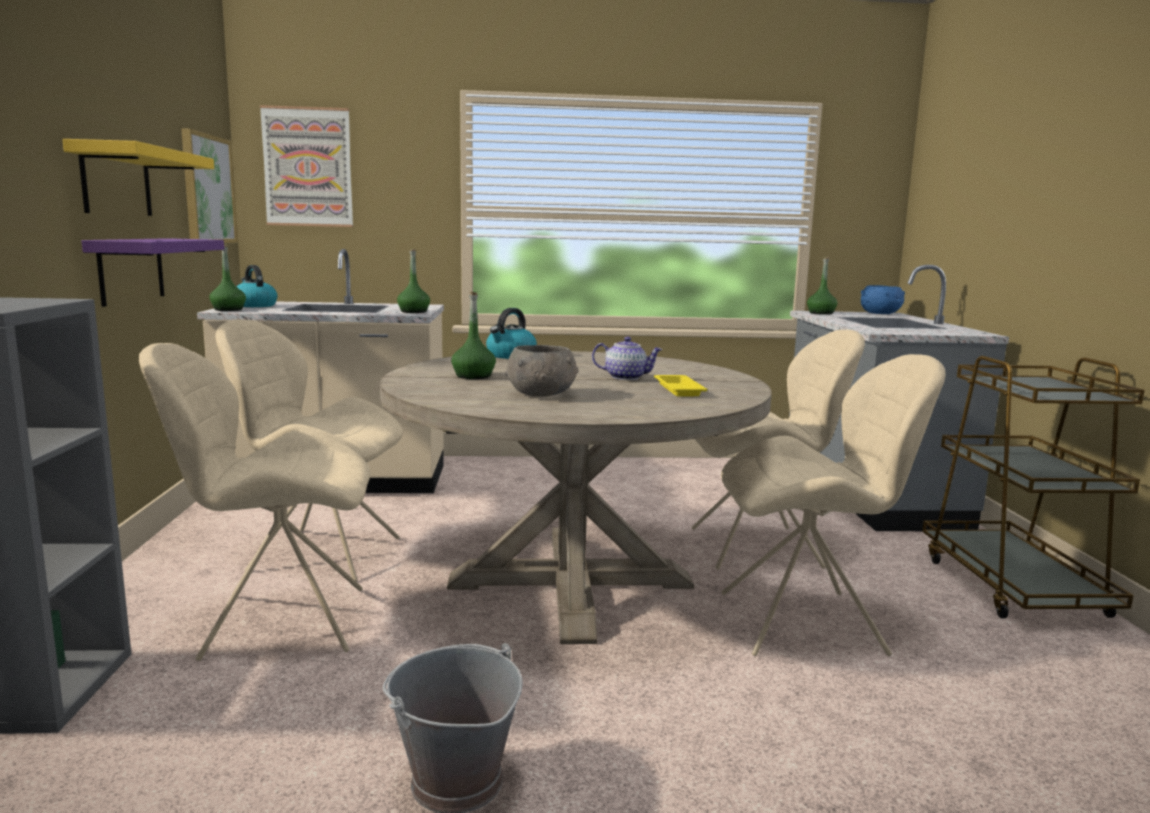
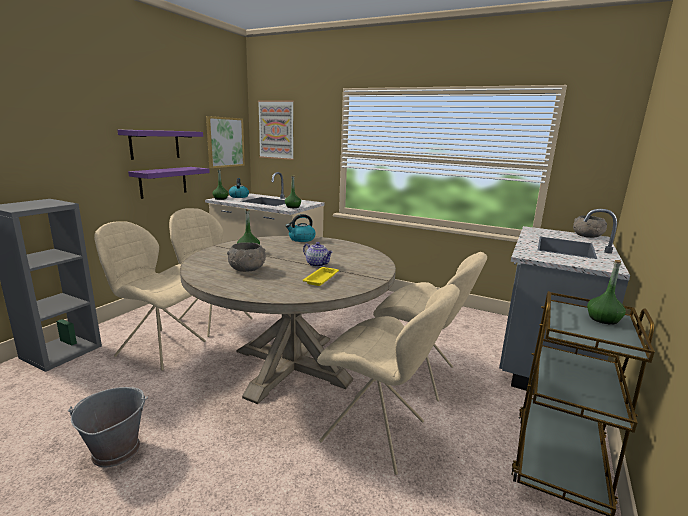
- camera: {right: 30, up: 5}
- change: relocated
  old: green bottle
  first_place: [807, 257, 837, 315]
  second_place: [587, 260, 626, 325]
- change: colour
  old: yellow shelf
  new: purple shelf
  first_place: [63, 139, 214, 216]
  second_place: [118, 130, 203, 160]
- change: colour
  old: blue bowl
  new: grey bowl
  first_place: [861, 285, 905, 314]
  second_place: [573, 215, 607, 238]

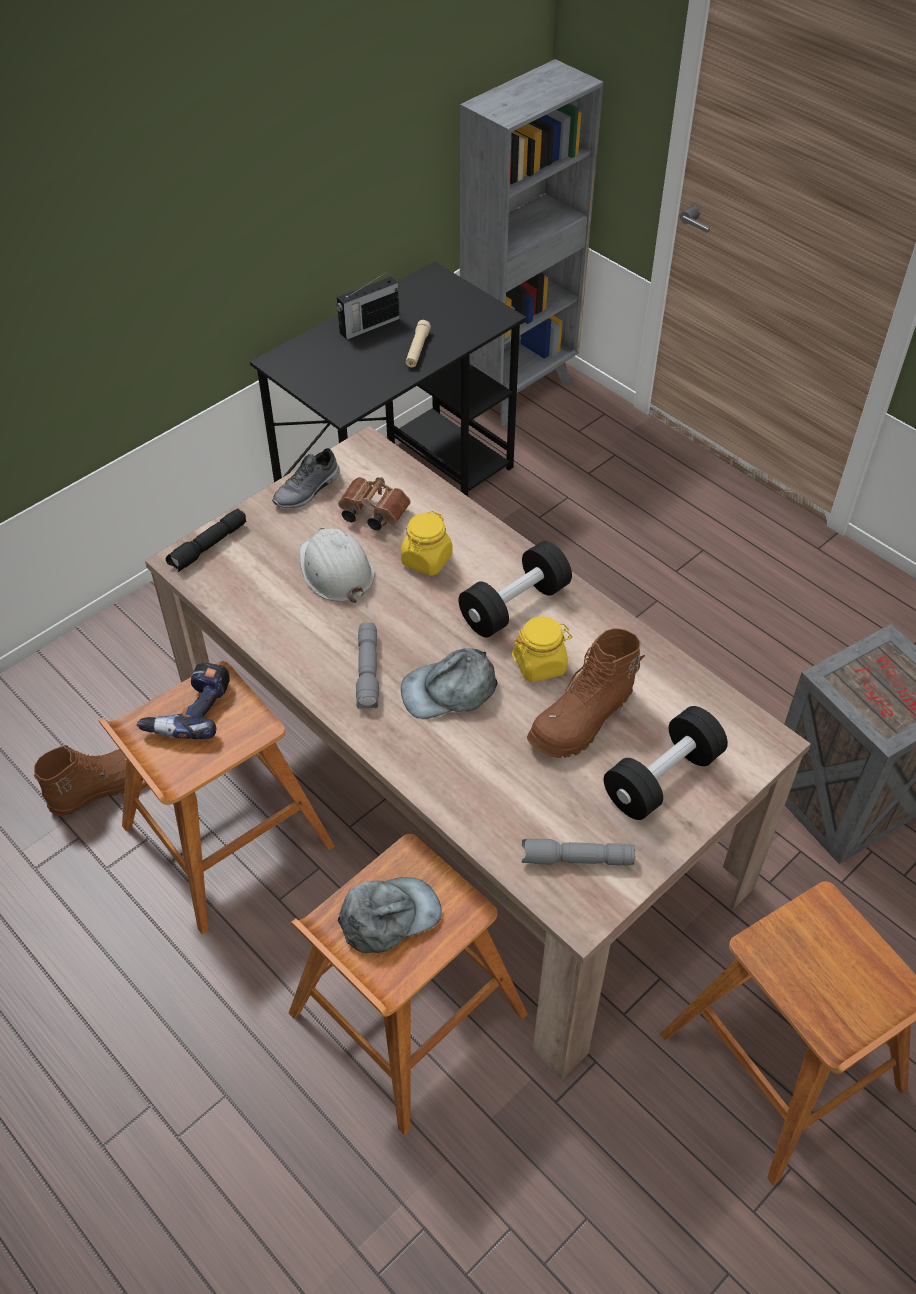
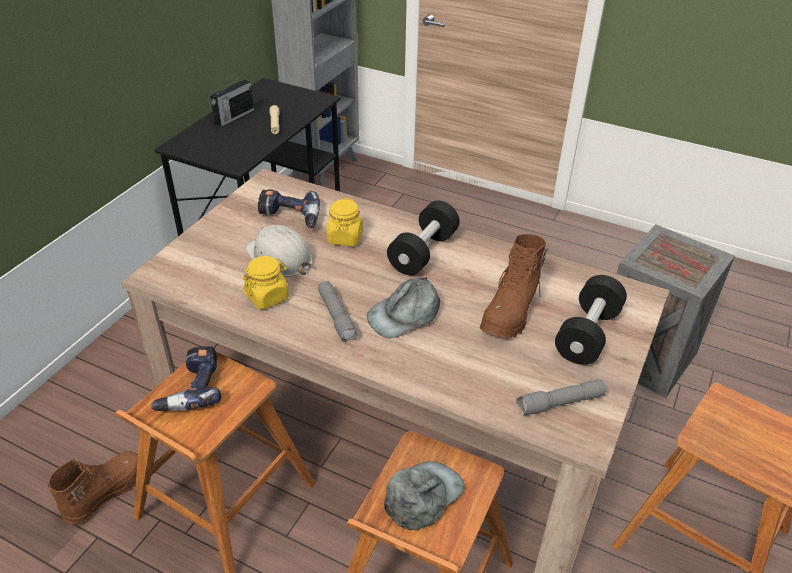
- camera: {right: -20, up: -10}
- change: missing
  old: black flashlight
  first_place: [166, 508, 247, 572]
- change: missing
  old: grey shoe
  first_place: [272, 448, 340, 508]
- change: relocated
  old: yellow jar
  first_place: [512, 616, 572, 682]
  second_place: [243, 256, 289, 309]
- change: exchanged
  old: brown binoculars
  new: power drill
  first_place: [338, 477, 411, 530]
  second_place: [258, 189, 320, 228]

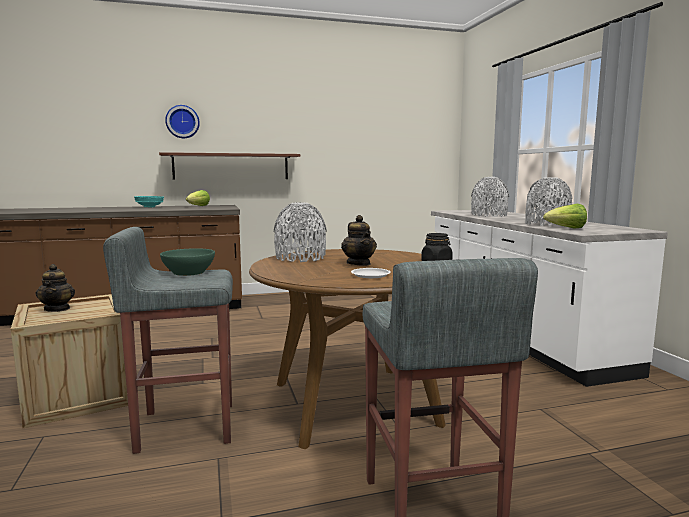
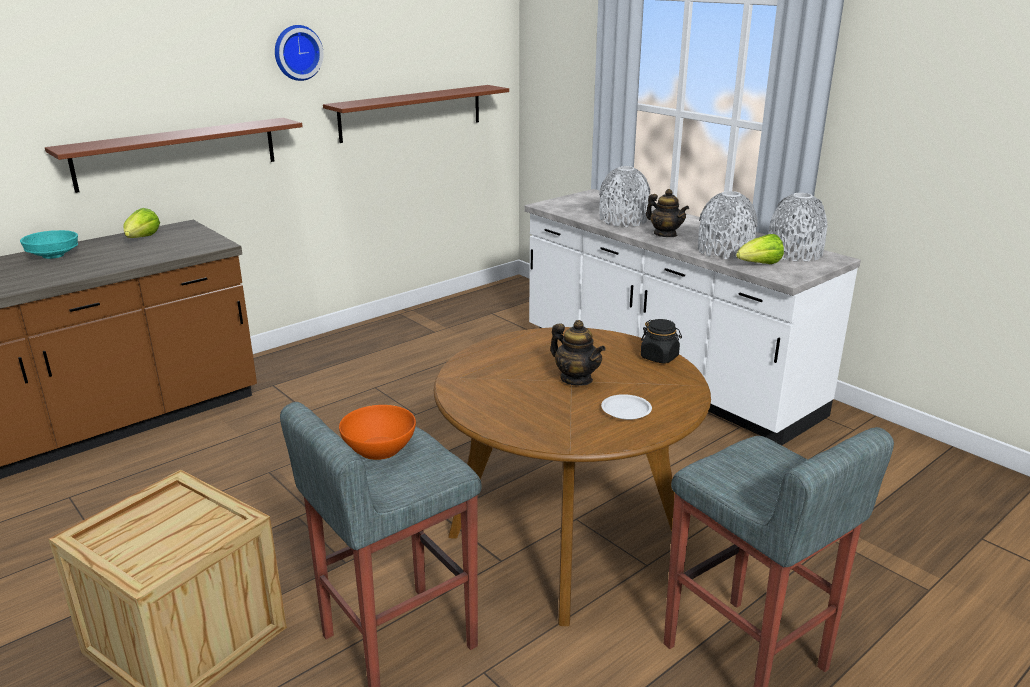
- camera: {right: -25, up: 15}
- change: appeared
  new: brown shelf
  second_place: [323, 85, 509, 143]
- change: relocated
  old: teapot
  first_place: [36, 264, 75, 312]
  second_place: [646, 189, 689, 237]
- change: relocated
  old: wall clock
  first_place: [165, 105, 200, 138]
  second_place: [275, 25, 323, 81]
- change: relocated
  old: grey vase
  first_place: [274, 202, 327, 262]
  second_place: [768, 193, 827, 261]
- change: colour
  old: green bowl
  new: orange bowl
  first_place: [160, 248, 215, 276]
  second_place: [339, 405, 416, 460]

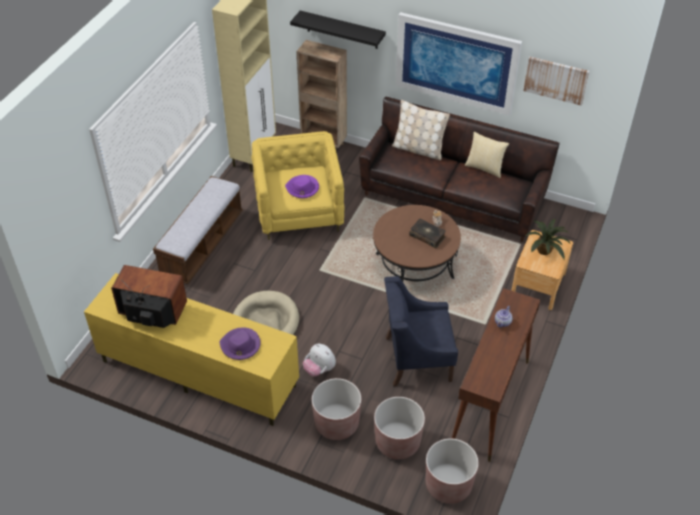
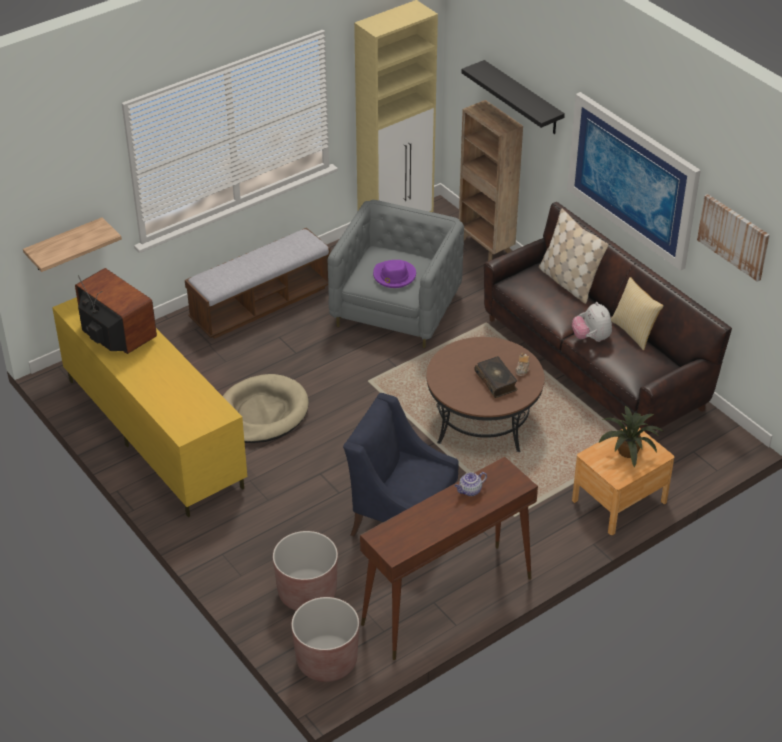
- camera: {right: 30, up: -5}
- change: missing
  old: purple hat
  first_place: [219, 327, 261, 360]
- change: missing
  old: brown planter
  first_place: [312, 378, 361, 440]
- change: appeared
  new: shelf
  second_place: [23, 217, 122, 272]
- change: relocated
  old: plush toy
  first_place: [303, 344, 336, 377]
  second_place: [572, 302, 612, 342]
- change: colour
  old: yellow armchair
  new: grey armchair
  first_place: [252, 131, 345, 240]
  second_place: [328, 200, 464, 348]

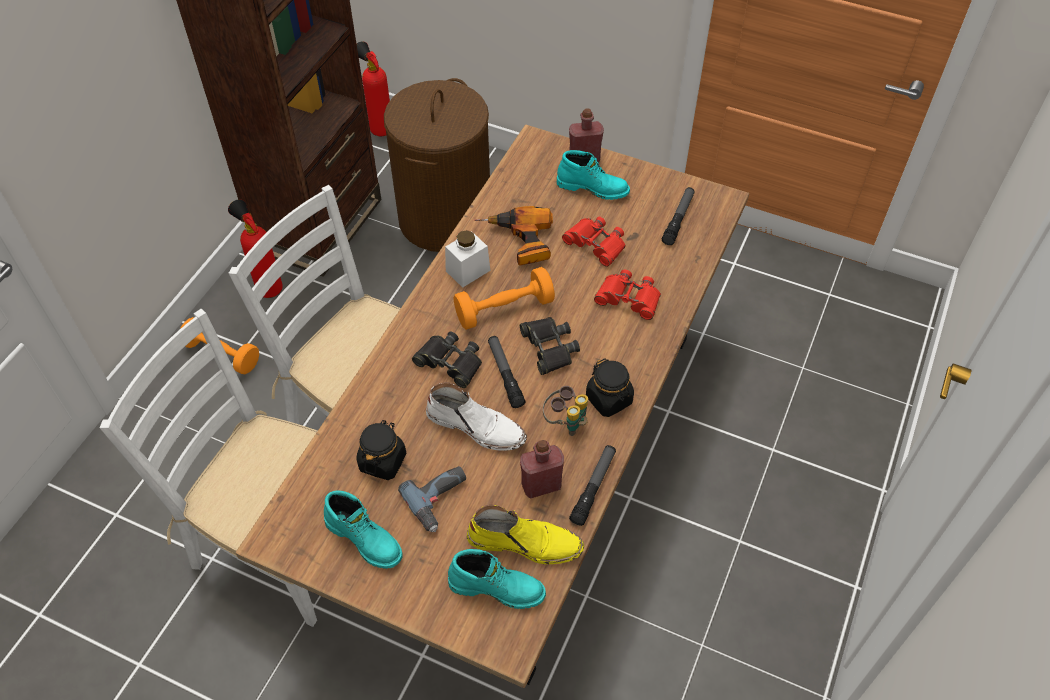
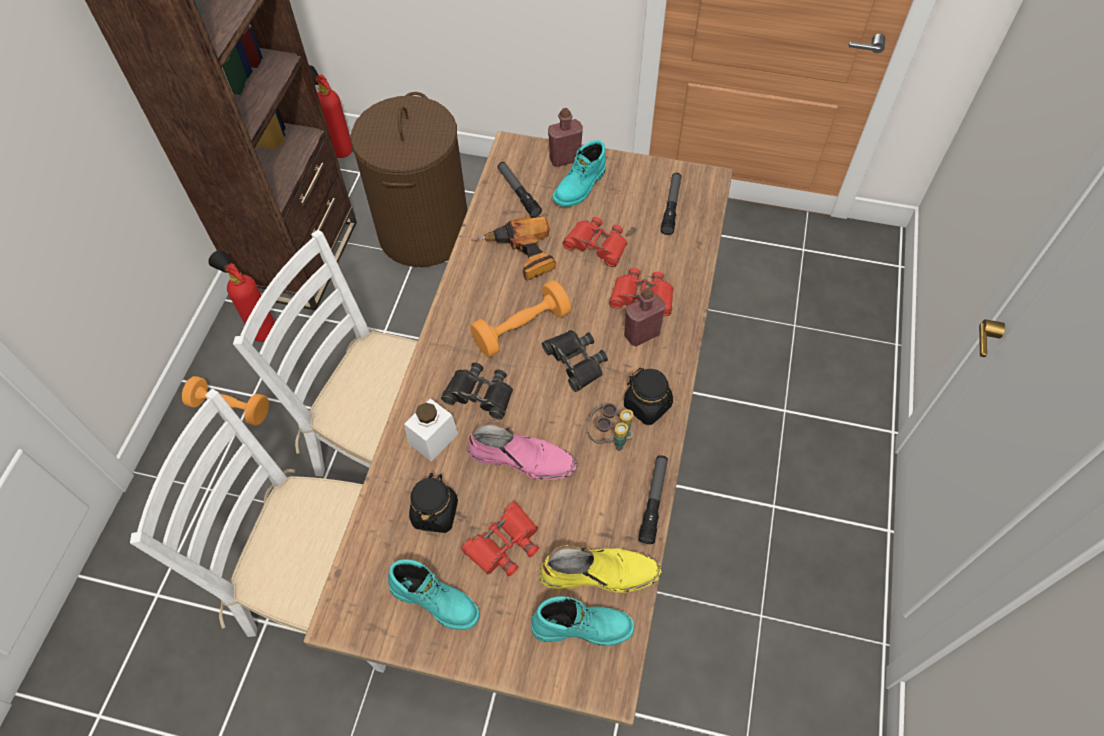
- camera: {right: -10, up: 5}
- change: relocated
  old: white jar
  first_place: [445, 230, 490, 288]
  second_place: [404, 398, 458, 461]
- change: relocated
  old: flashlight
  first_place: [488, 336, 526, 408]
  second_place: [498, 162, 542, 217]
- change: relocated
  old: red bottle
  first_place: [520, 440, 564, 499]
  second_place: [624, 288, 665, 346]
- change: exchanged
  old: power drill
  new: red binoculars
  first_place: [398, 466, 466, 532]
  second_place: [461, 501, 539, 577]
- change: colour
  old: white boot
  new: pink boot
  first_place: [426, 382, 527, 451]
  second_place: [467, 421, 577, 480]
- change: spun
  old: turquoise boot
  first_place: [557, 150, 630, 200]
  second_place: [553, 140, 606, 207]
  degrees: 120

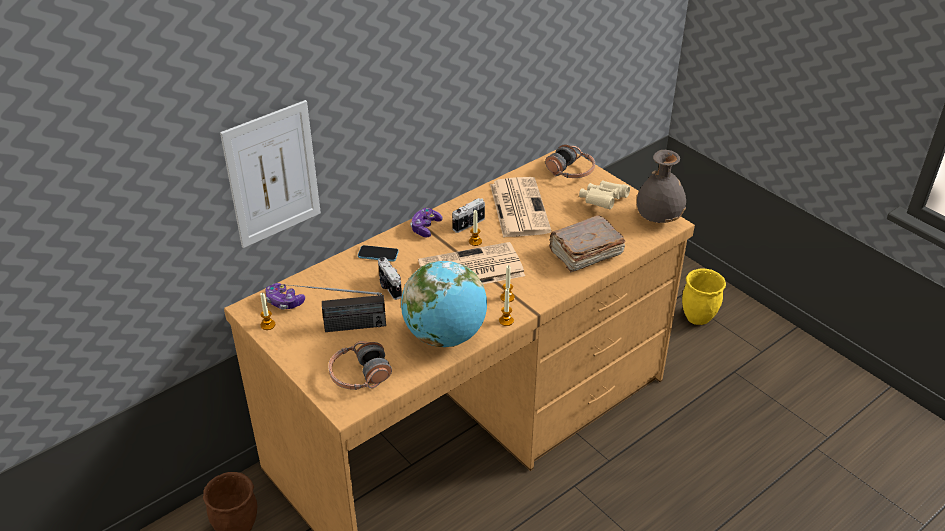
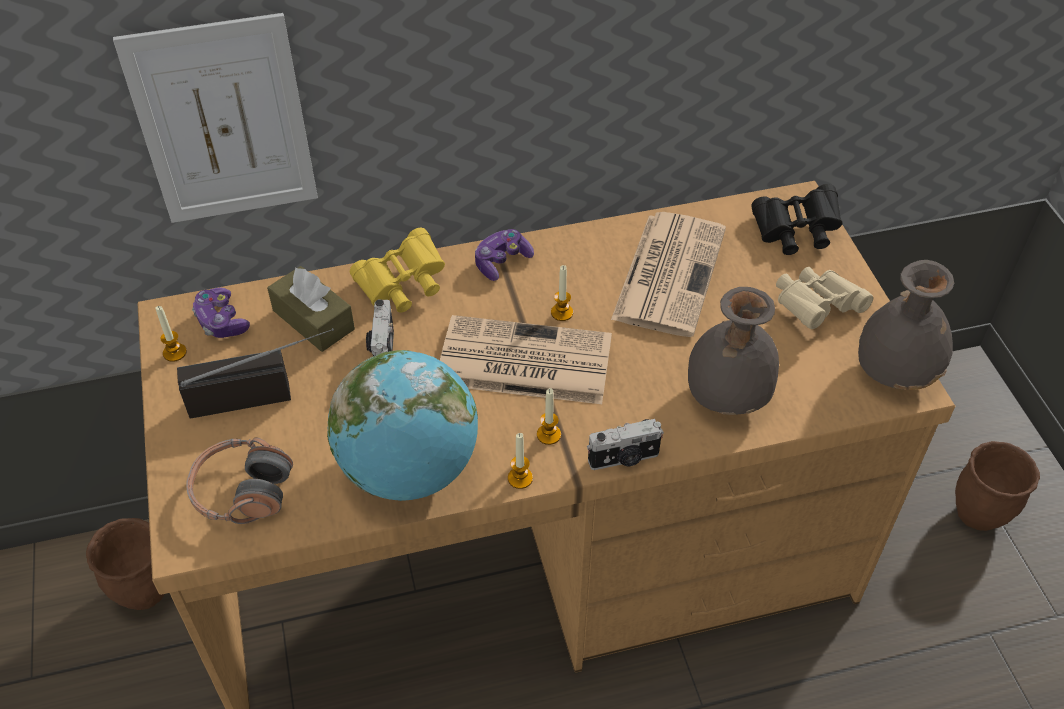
- camera: {right: 25, up: 10}
- change: appeared
  new: brown tissue box
  second_place: [267, 266, 355, 352]
- change: relocated
  old: photo camera
  first_place: [452, 198, 485, 233]
  second_place: [587, 419, 664, 470]
- change: exchanged
  old: phone
  new: yellow binoculars
  first_place: [358, 245, 399, 262]
  second_place: [350, 228, 445, 313]
- change: exchanged
  old: headphones
  new: black binoculars
  first_place: [545, 144, 595, 178]
  second_place: [751, 184, 842, 255]
- change: exchanged
  old: brown book
  new: grey vase
  first_place: [549, 215, 626, 272]
  second_place: [688, 287, 779, 415]
- change: colour
  old: yellow planter
  new: brown planter
  first_place: [682, 268, 726, 325]
  second_place: [955, 441, 1040, 531]
- change: spun
  old: radio
  first_place: [284, 284, 386, 332]
  second_place: [177, 328, 334, 419]
  degrees: 150

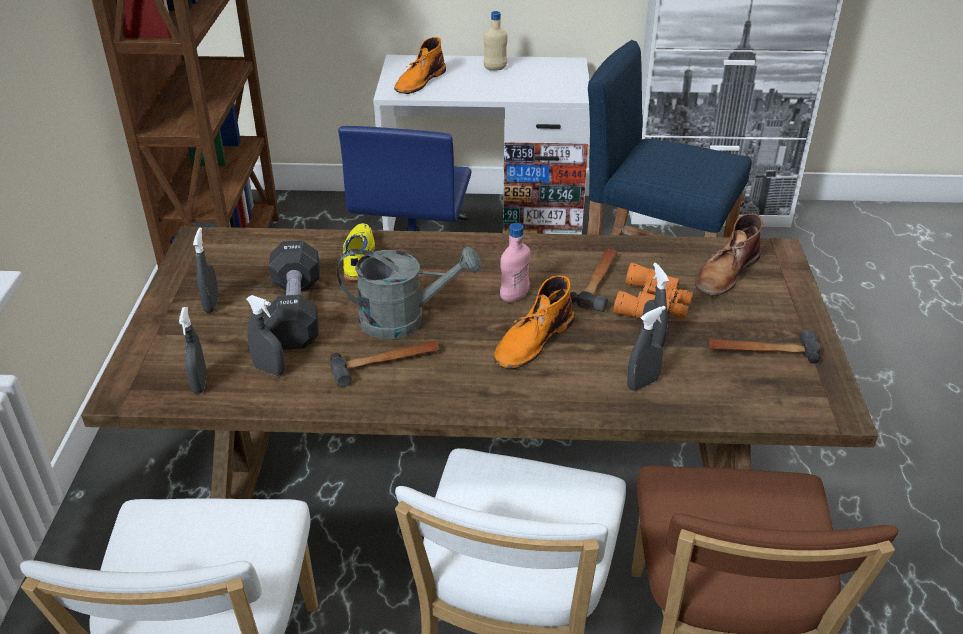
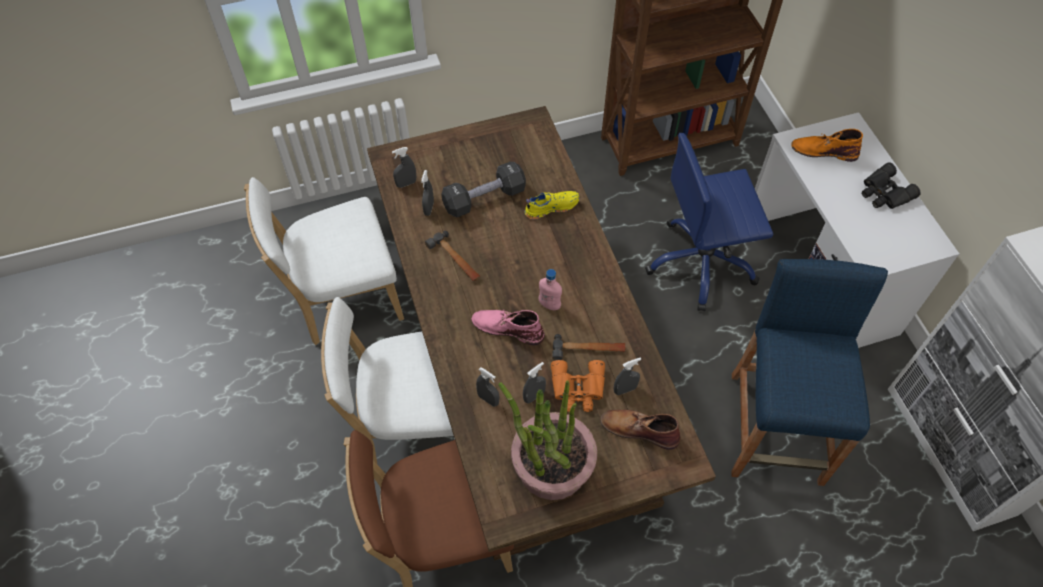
- camera: {right: 70, up: 20}
- change: missing
  old: grey watering can
  first_place: [337, 246, 481, 339]
- change: relocated
  old: grey spray bottle
  first_place: [193, 227, 219, 313]
  second_place: [614, 357, 641, 395]
- change: exchanged
  old: beige bottle
  new: black binoculars
  first_place: [484, 11, 508, 71]
  second_place: [862, 162, 921, 209]
- change: exchanged
  old: hammer
  new: potted plant
  first_place: [708, 330, 820, 363]
  second_place: [498, 380, 597, 500]
- change: colour
  old: orange boot
  new: pink boot
  first_place: [494, 276, 574, 369]
  second_place: [471, 309, 545, 345]

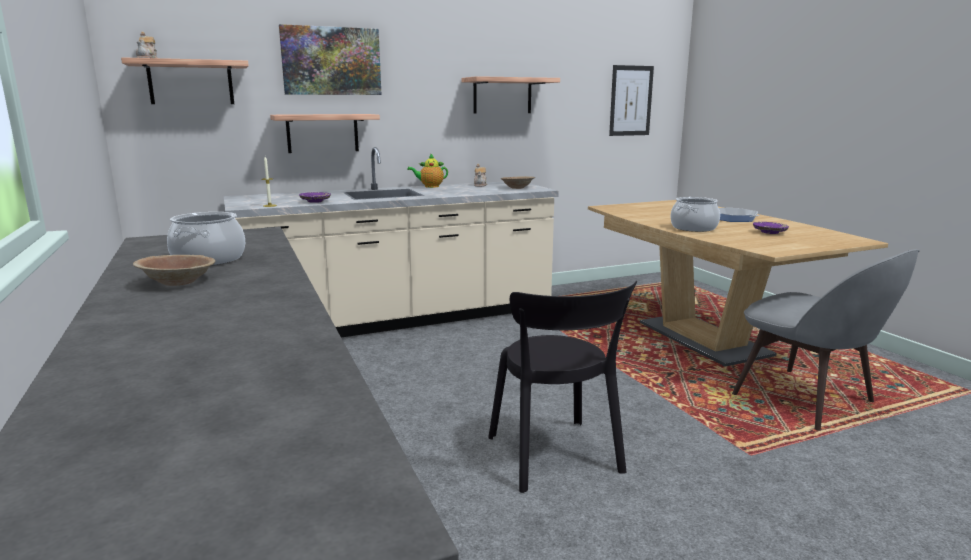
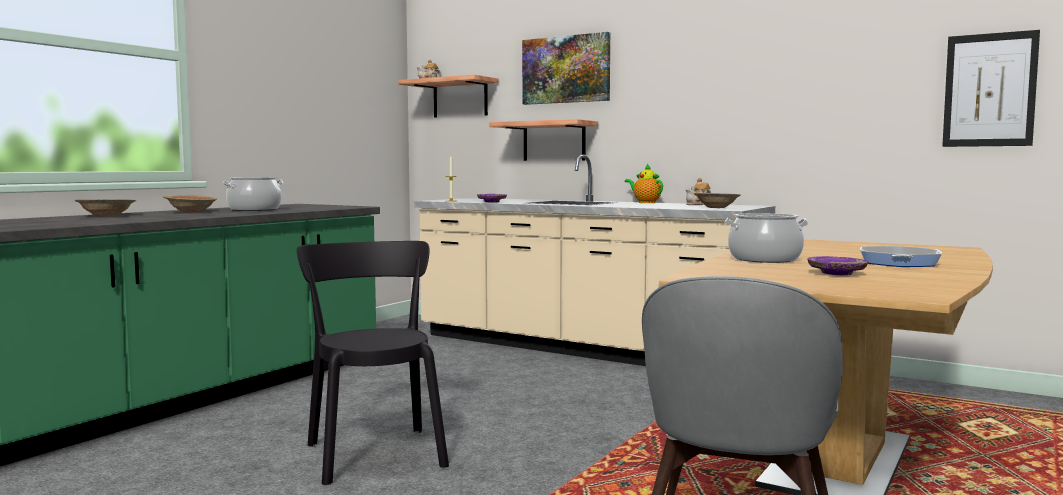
- camera: {right: 55, up: -10}
- change: missing
  old: shelf
  first_place: [461, 76, 560, 114]
- change: appeared
  new: brown bowl
  second_place: [75, 199, 136, 217]
- change: spun
  old: black chair
  first_place: [488, 281, 637, 493]
  second_place: [297, 241, 449, 485]
  degrees: 120

